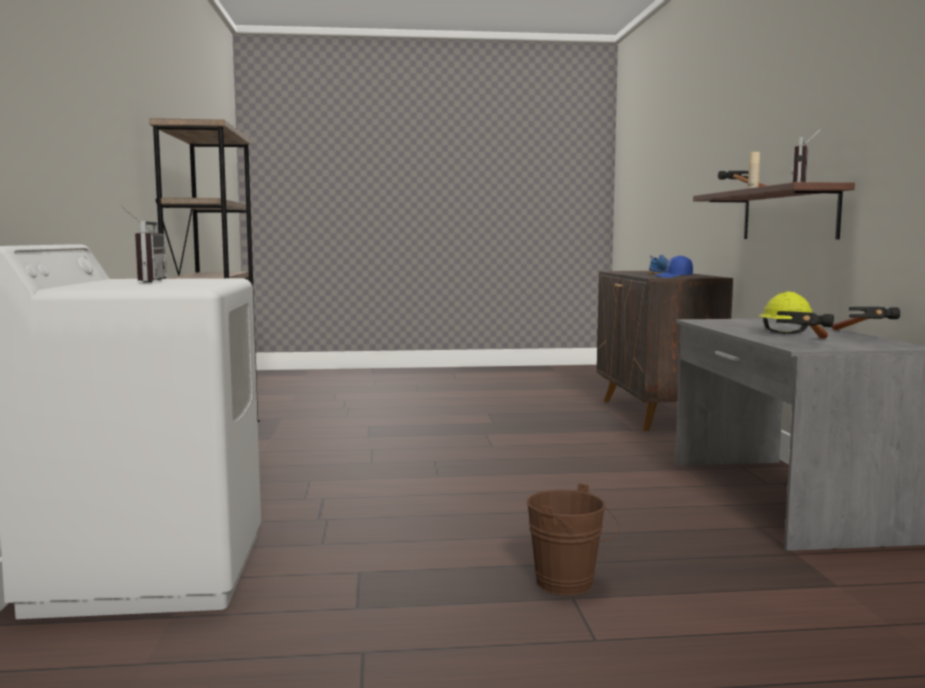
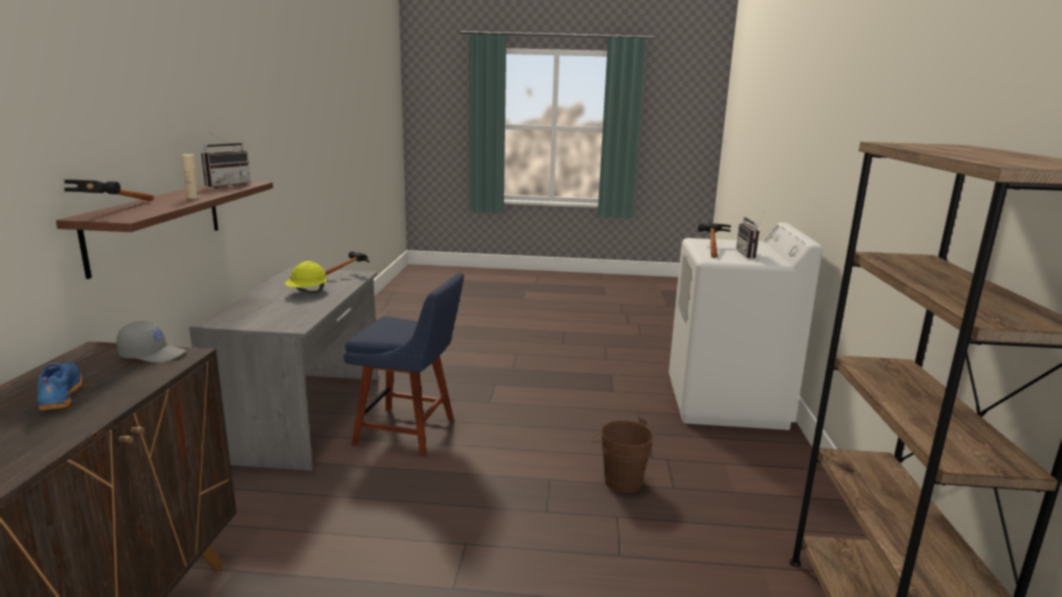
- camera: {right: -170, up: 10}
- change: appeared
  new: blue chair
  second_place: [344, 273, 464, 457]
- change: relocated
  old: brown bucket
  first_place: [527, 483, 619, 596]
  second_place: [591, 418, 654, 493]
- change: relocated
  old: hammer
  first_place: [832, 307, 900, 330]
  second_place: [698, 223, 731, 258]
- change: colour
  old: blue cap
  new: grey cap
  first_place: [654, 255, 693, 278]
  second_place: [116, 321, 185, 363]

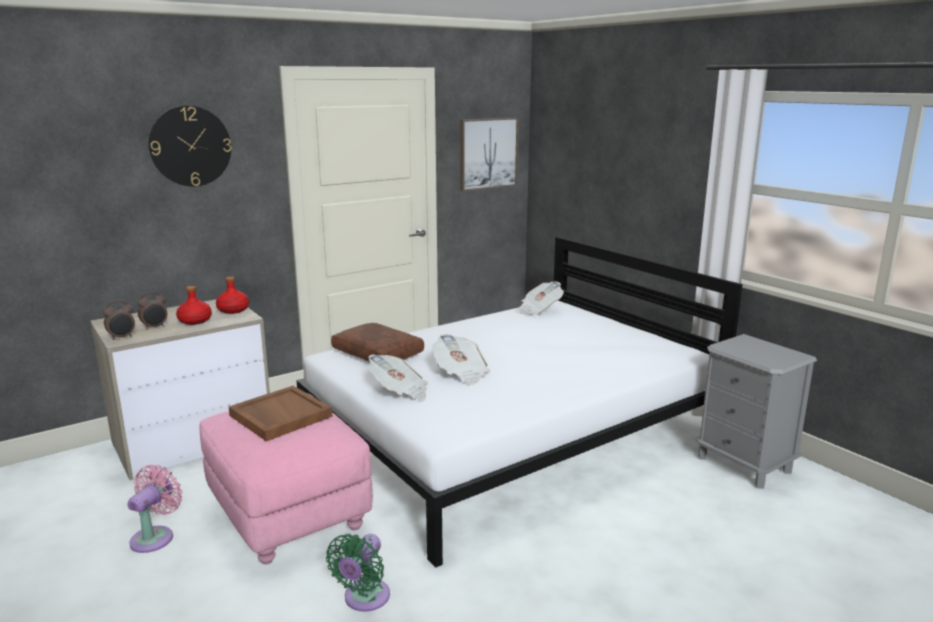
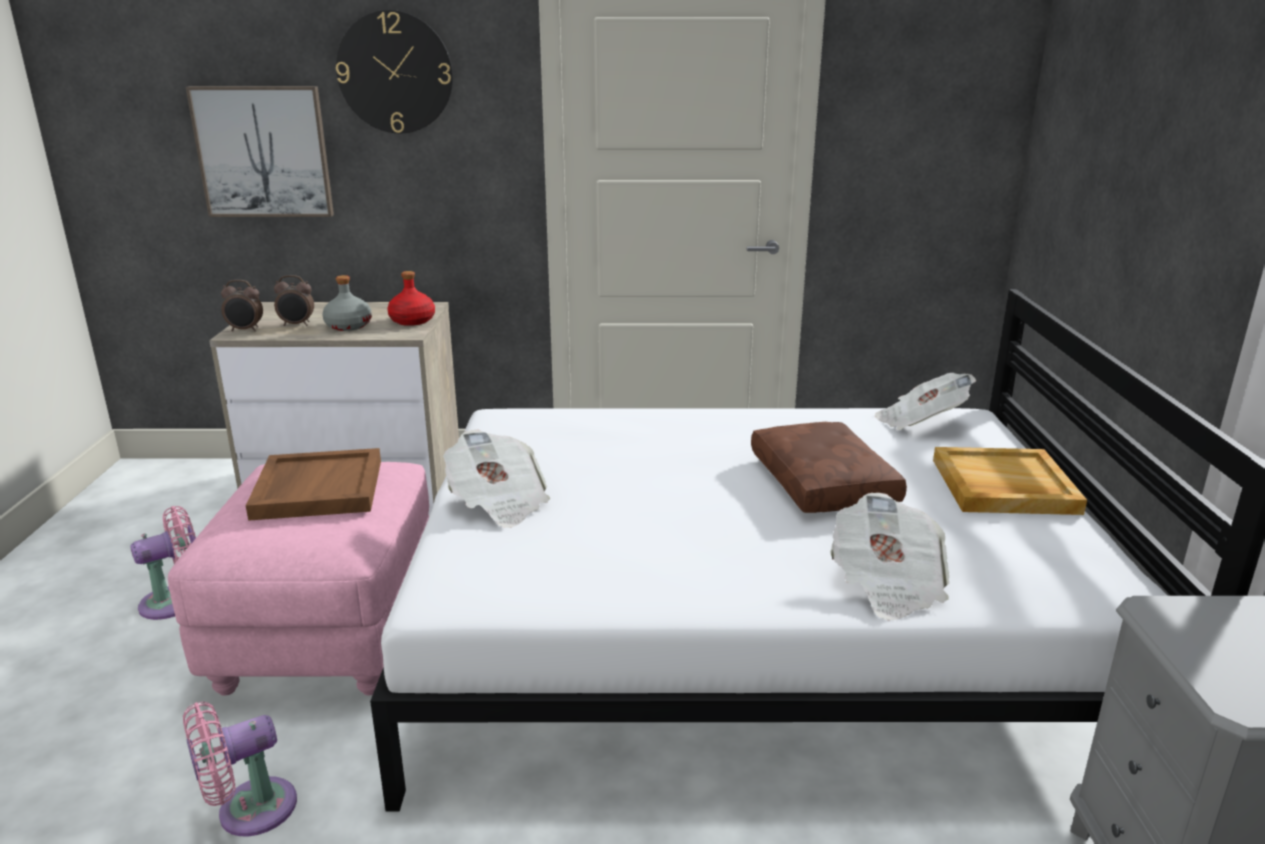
- camera: {right: 35, up: 5}
- change: appeared
  new: beige tray
  second_place: [933, 447, 1087, 515]
- change: relocated
  old: brown pillow
  first_place: [331, 323, 424, 362]
  second_place: [751, 422, 907, 513]
- change: relocated
  old: newspaper
  first_place: [432, 334, 490, 385]
  second_place: [830, 493, 949, 621]
- change: relocated
  old: picture
  first_place: [460, 118, 519, 191]
  second_place: [186, 86, 334, 217]
- change: colour
  old: red bottle
  new: grey bottle
  first_place: [176, 286, 212, 325]
  second_place: [322, 275, 372, 331]
- change: colour
  old: green fan
  new: pink fan
  first_place: [326, 534, 390, 612]
  second_place: [183, 702, 297, 836]

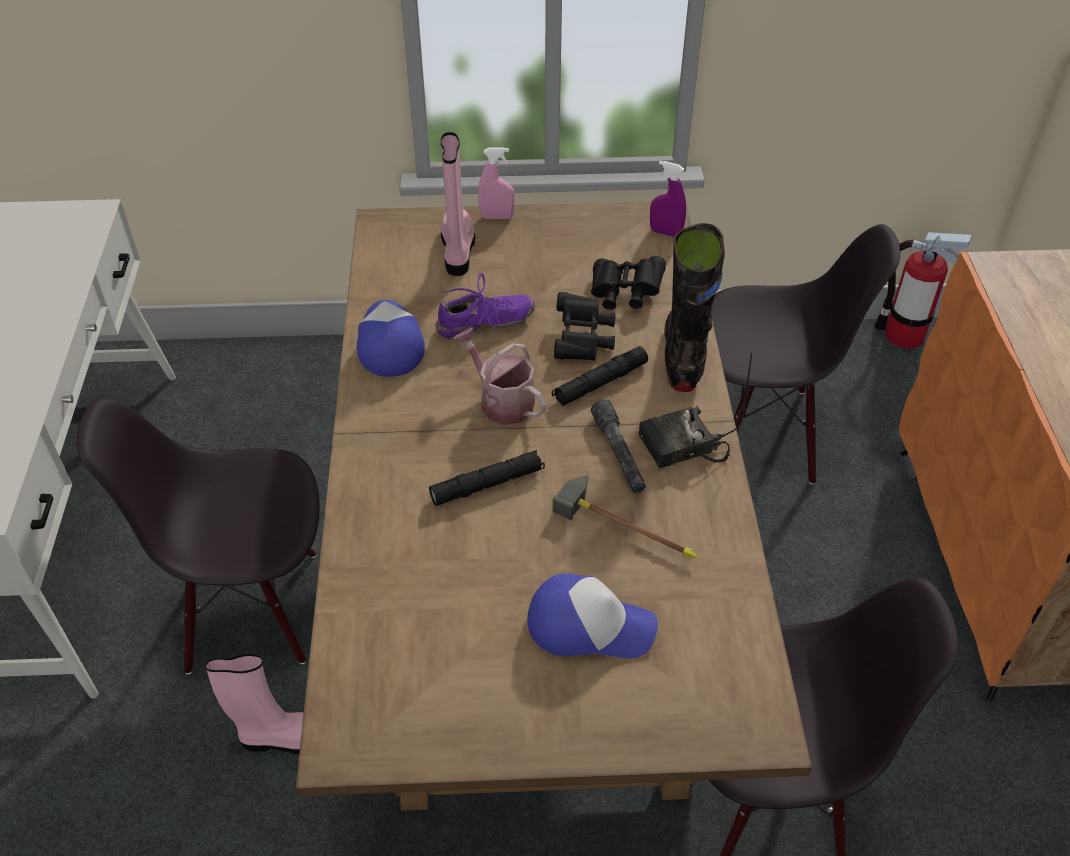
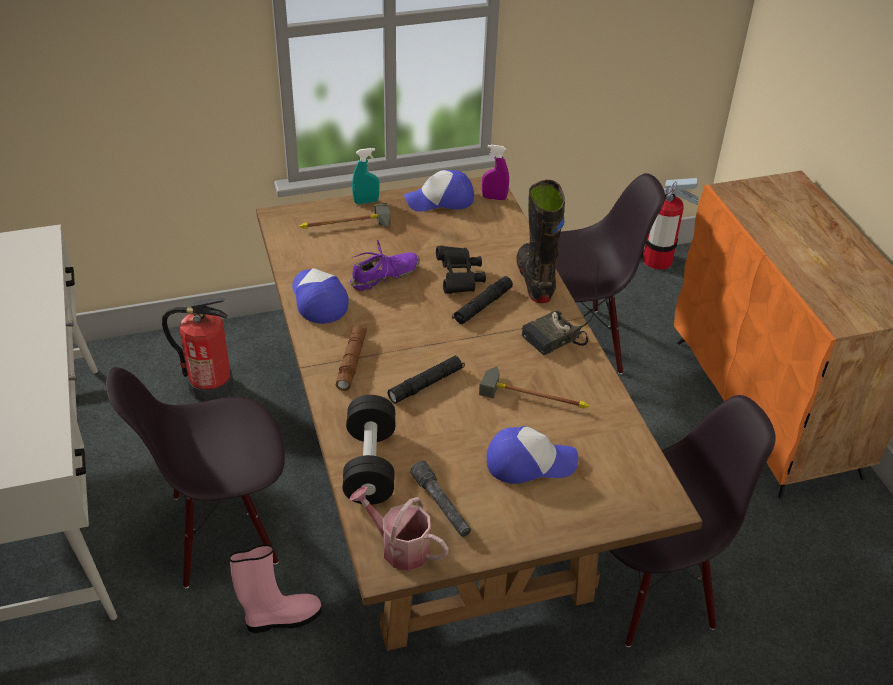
- camera: {right: -15, up: -5}
- change: missing
  old: black binoculars
  first_place: [591, 256, 666, 310]
- change: appeared
  new: fire extinguisher
  second_place: [162, 298, 233, 402]
- change: appeared
  new: brown flashlight
  second_place: [336, 326, 367, 391]
- change: appeared
  new: black dumbbell
  second_place: [342, 395, 395, 505]
- change: appeared
  new: cap
  second_place: [404, 170, 474, 212]
- change: relocated
  old: watering can
  first_place: [453, 327, 546, 425]
  second_place: [349, 486, 449, 571]
- change: relocated
  old: grey flashlight
  first_place: [591, 399, 646, 493]
  second_place: [410, 461, 471, 537]
- change: exchanged
  old: pink boot
  new: hammer
  first_place: [441, 132, 475, 276]
  second_place: [298, 203, 391, 229]
- change: colour
  old: pink spray bottle
  new: turquoise spray bottle
  first_place: [478, 147, 515, 219]
  second_place: [352, 148, 380, 204]

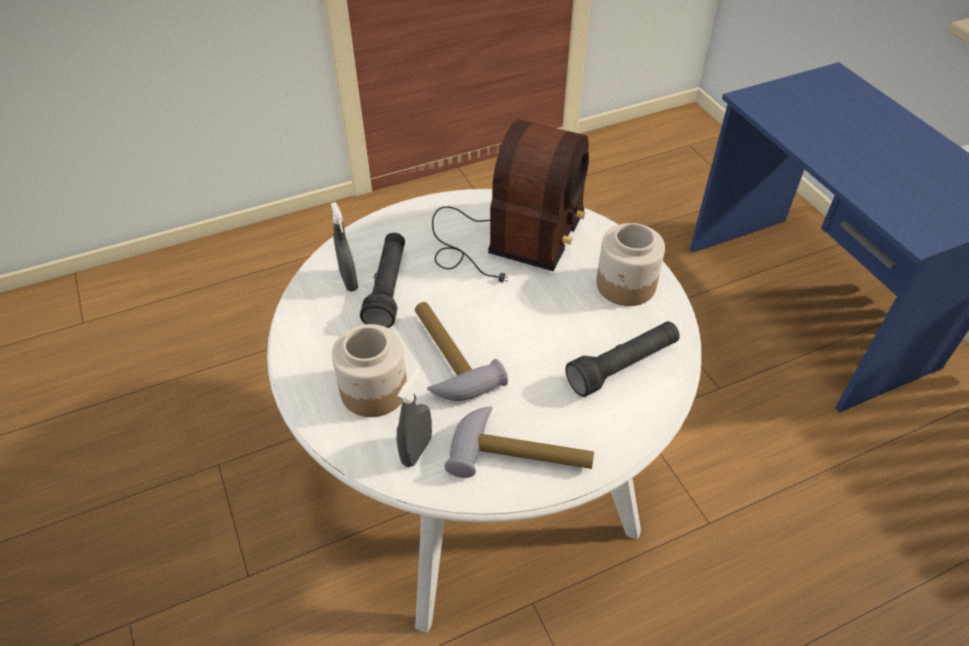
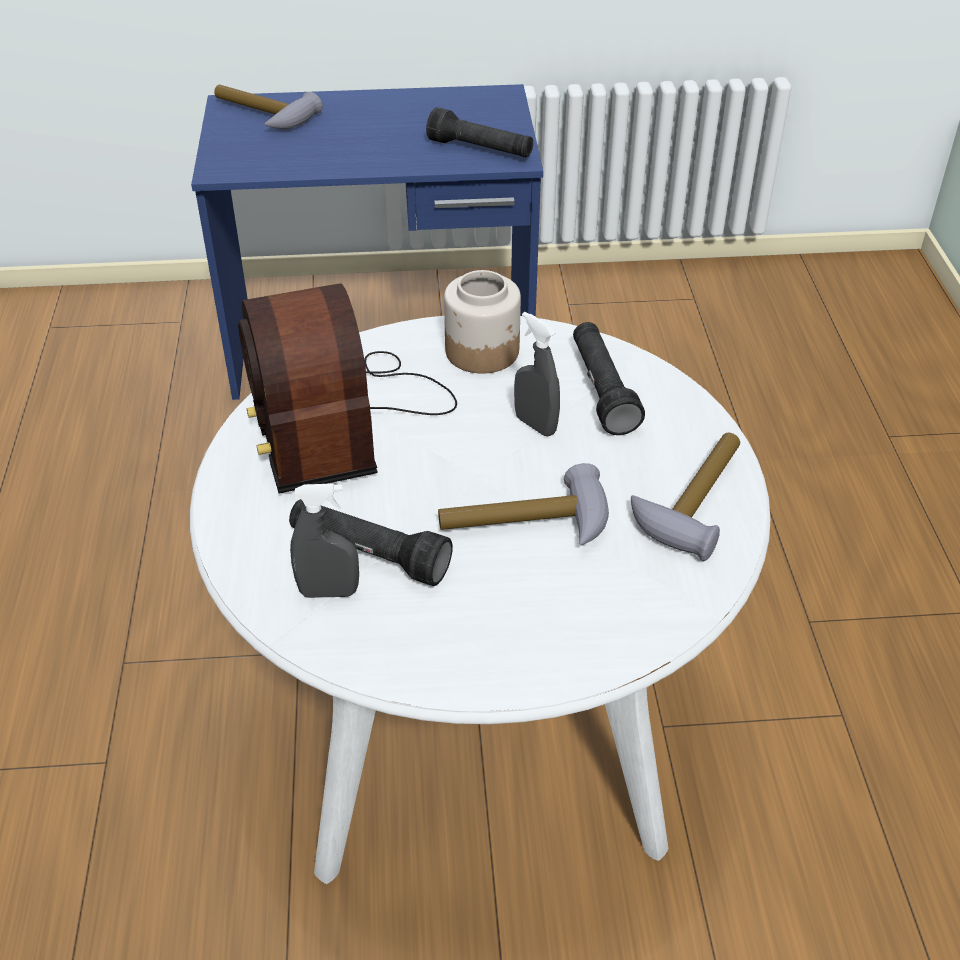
- camera: {right: -70, up: -5}
- change: missing
  old: jar
  first_place: [332, 324, 407, 417]
- change: appeared
  new: hammer
  second_place: [214, 85, 323, 129]
- change: appeared
  new: black flashlight
  second_place: [426, 107, 533, 157]
- change: relocated
  old: grey spray bottle
  first_place: [397, 366, 432, 467]
  second_place: [514, 312, 560, 436]
- change: spun
  old: radio
  first_place: [432, 120, 589, 282]
  second_place: [238, 283, 457, 494]
  degrees: -150

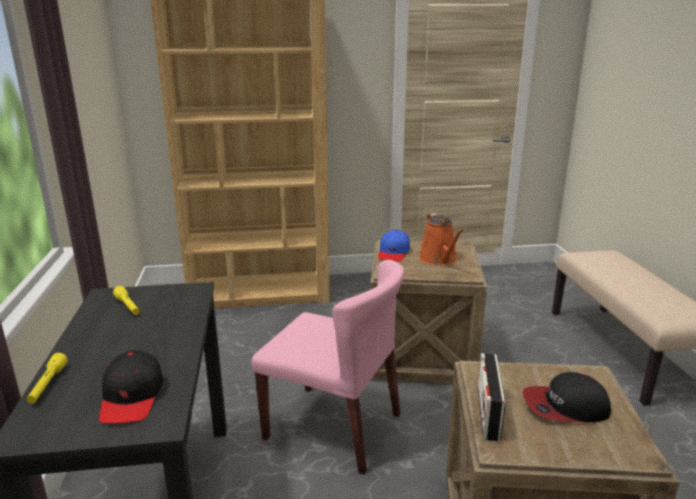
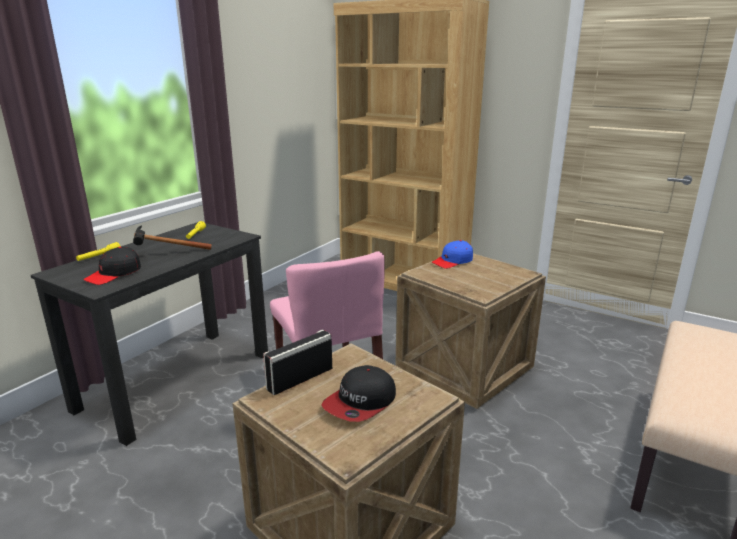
- camera: {right: 40, up: 0}
- change: missing
  old: orange watering can
  first_place: [419, 213, 463, 266]
- change: appeared
  new: hammer
  second_place: [133, 225, 212, 250]
- change: spun
  old: cap
  first_place: [522, 372, 611, 423]
  second_place: [322, 365, 396, 422]
  degrees: -90

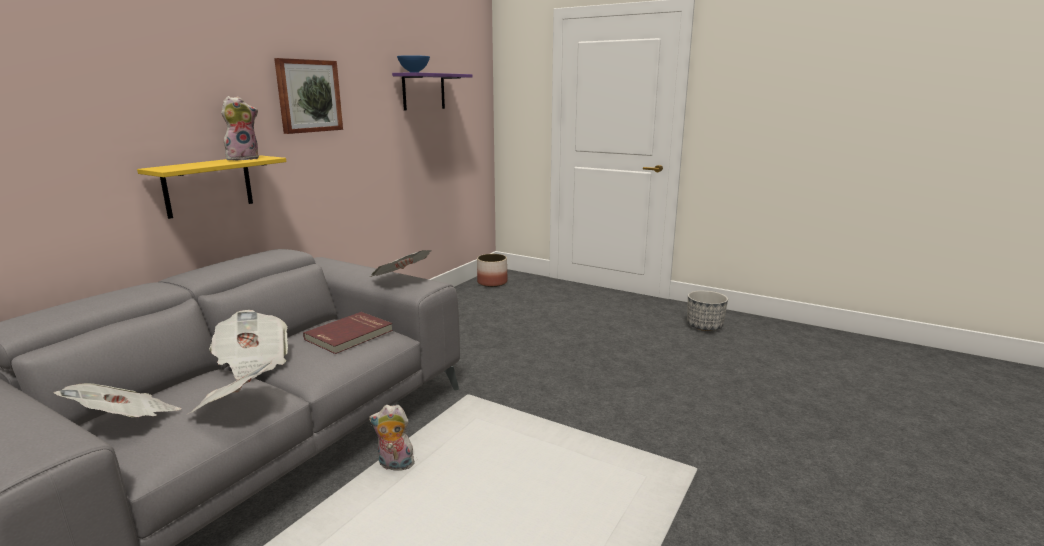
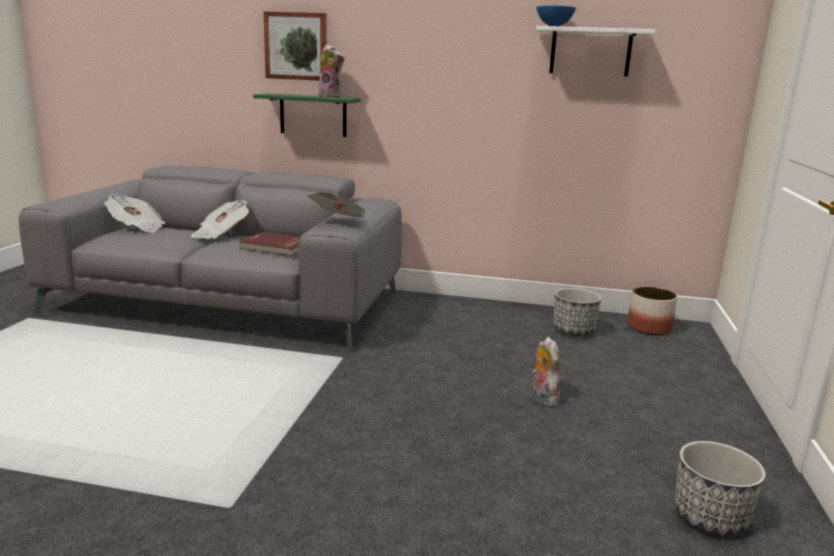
- camera: {right: 70, up: 0}
- change: missing
  old: newspaper
  first_place: [188, 359, 273, 414]
- change: appeared
  new: planter
  second_place: [553, 288, 601, 336]
- change: relocated
  old: picture
  first_place: [274, 58, 343, 134]
  second_place: [264, 11, 327, 81]
- change: relocated
  old: plush toy
  first_place: [369, 405, 415, 471]
  second_place: [532, 337, 560, 407]
- change: colour
  old: yellow shelf
  new: green shelf
  first_place: [137, 156, 286, 219]
  second_place: [253, 93, 361, 137]
- change: colour
  old: purple shelf
  new: white shelf
  first_place: [392, 72, 473, 111]
  second_place: [536, 26, 656, 76]

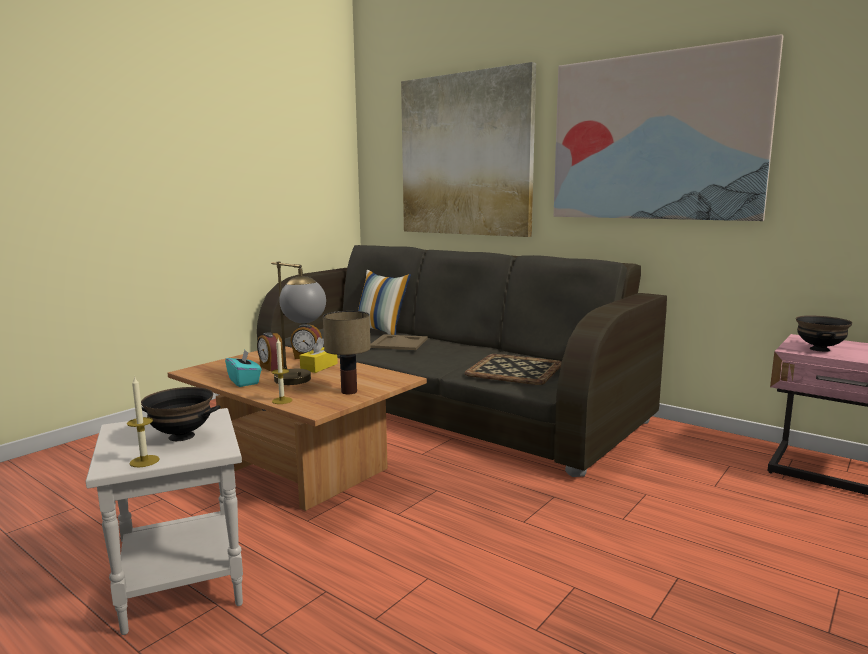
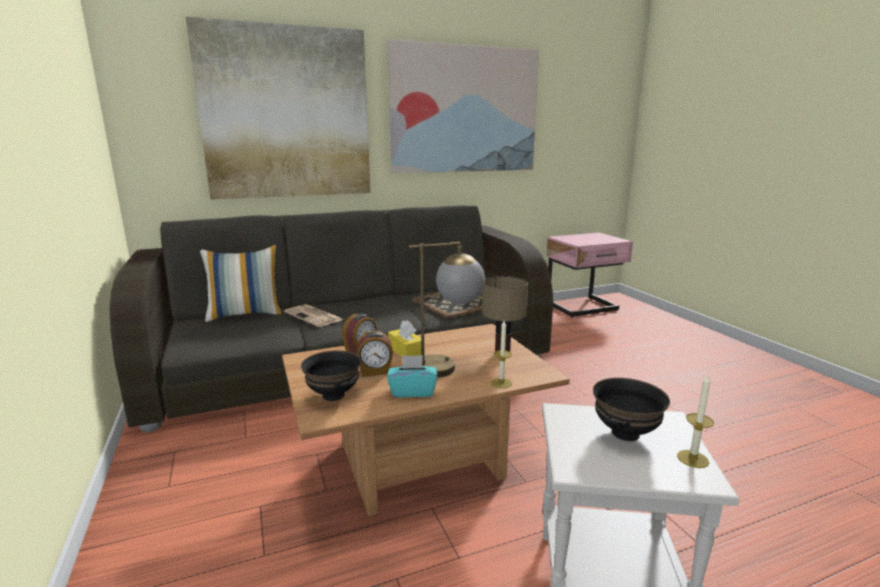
- camera: {right: -60, up: 5}
- change: relocated
  old: black bowl
  first_place: [796, 316, 852, 352]
  second_place: [301, 350, 361, 401]
- change: exchanged
  old: beige tray
  new: newspaper
  first_place: [370, 334, 428, 350]
  second_place: [284, 304, 344, 327]

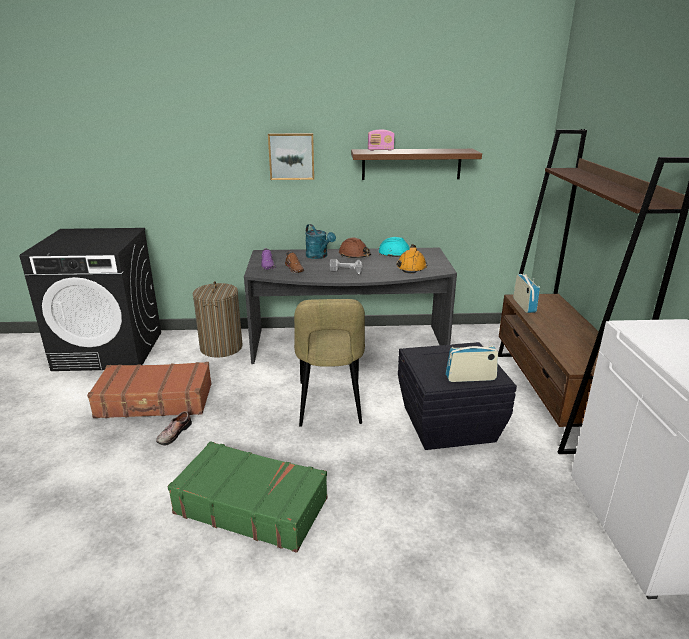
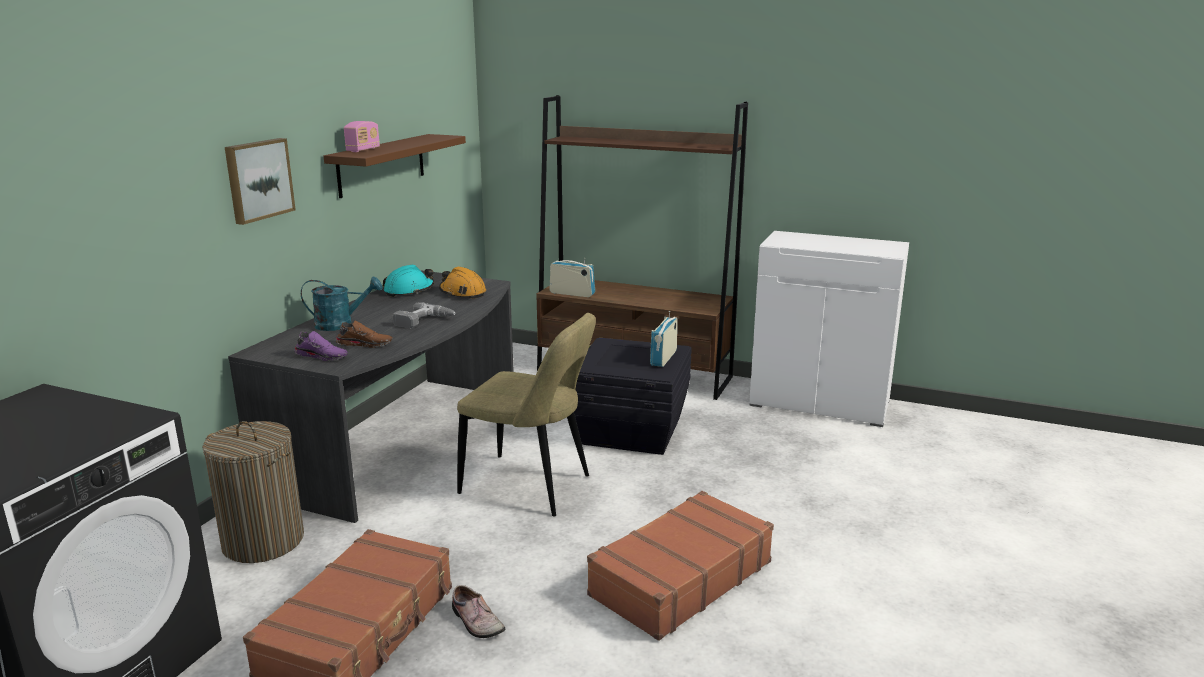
- camera: {right: -65, up: -5}
- change: missing
  old: brown hard hat
  first_place: [339, 237, 371, 258]
- change: colour
  old: green suitcase
  new: brown suitcase
  first_place: [167, 441, 327, 553]
  second_place: [587, 491, 774, 641]

